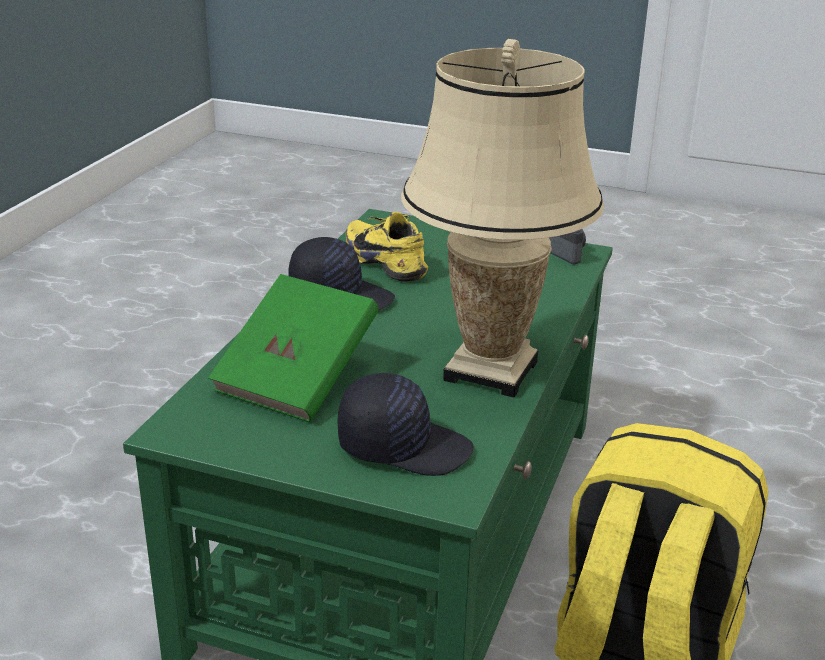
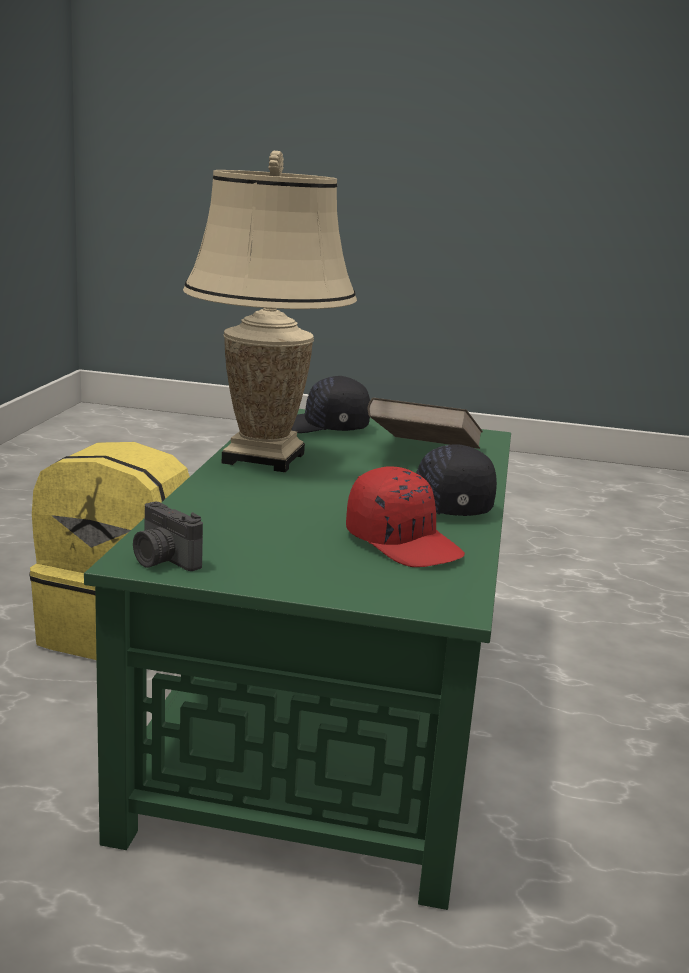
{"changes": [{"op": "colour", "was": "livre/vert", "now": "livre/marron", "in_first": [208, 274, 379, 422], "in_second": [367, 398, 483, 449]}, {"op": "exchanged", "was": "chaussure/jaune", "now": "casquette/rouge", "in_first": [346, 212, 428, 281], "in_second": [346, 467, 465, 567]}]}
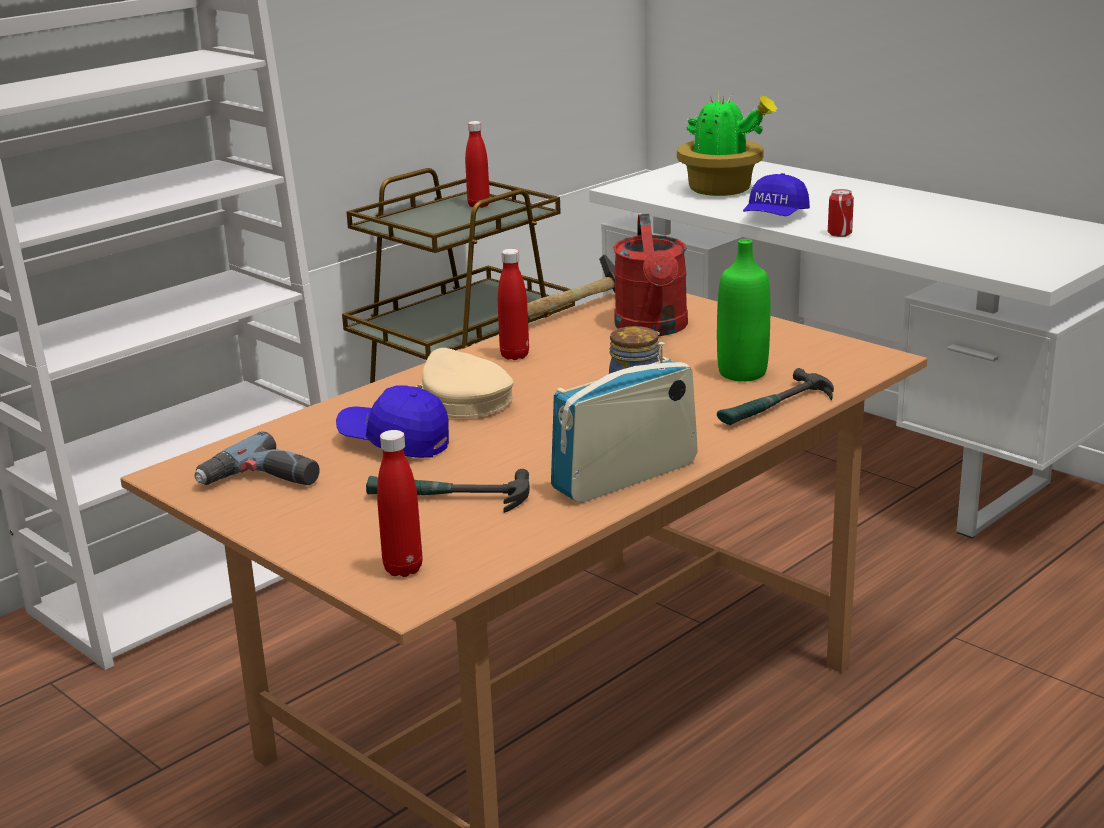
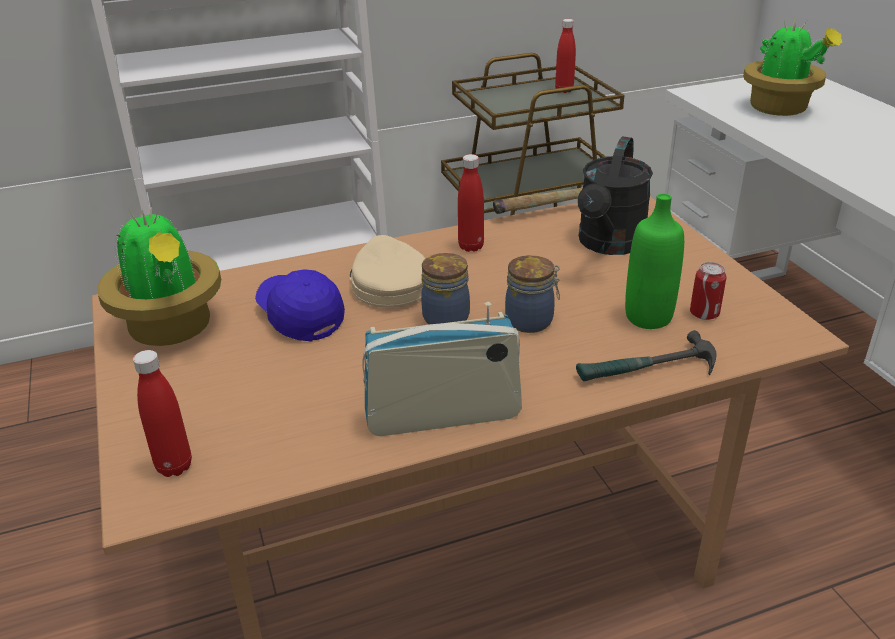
{"changes": [{"op": "exchanged", "was": "perceuse", "now": "plante en pot", "in_first": [195, 431, 320, 485], "in_second": [97, 204, 221, 346]}, {"op": "missing", "was": "marteau", "in_first": [366, 469, 530, 513]}, {"op": "colour", "was": "arrosoir/rouge", "now": "arrosoir/noir", "in_first": [613, 214, 688, 336], "in_second": [578, 136, 653, 255]}, {"op": "missing", "was": "casquette/bleu", "in_first": [743, 173, 810, 216]}, {"op": "relocated", "was": "boîte métallique", "in_first": [828, 189, 854, 237], "in_second": [690, 262, 726, 320]}, {"op": "appeared", "now": "bocal", "in_second": [421, 253, 470, 325]}]}
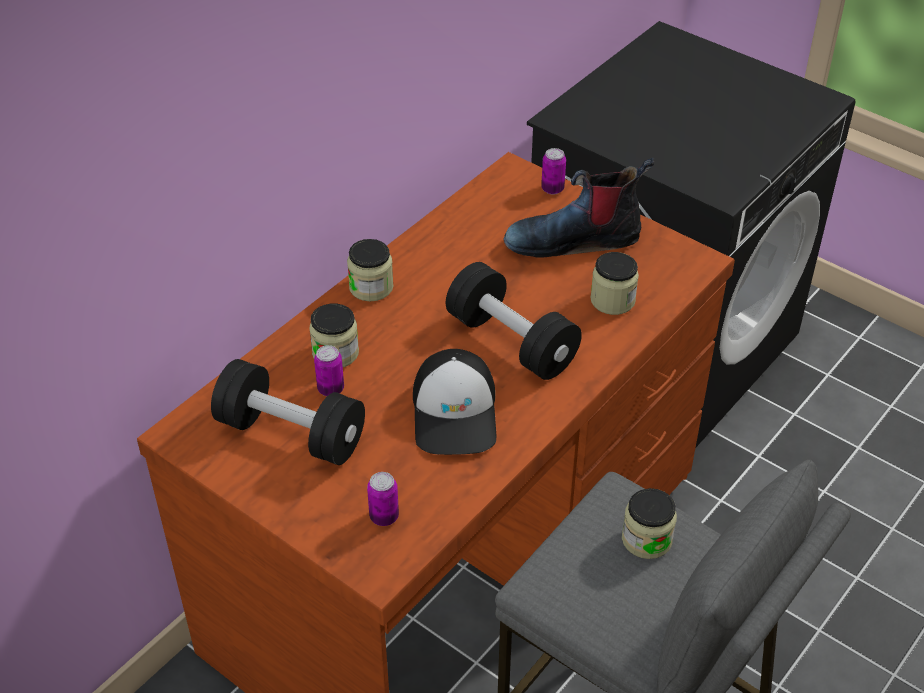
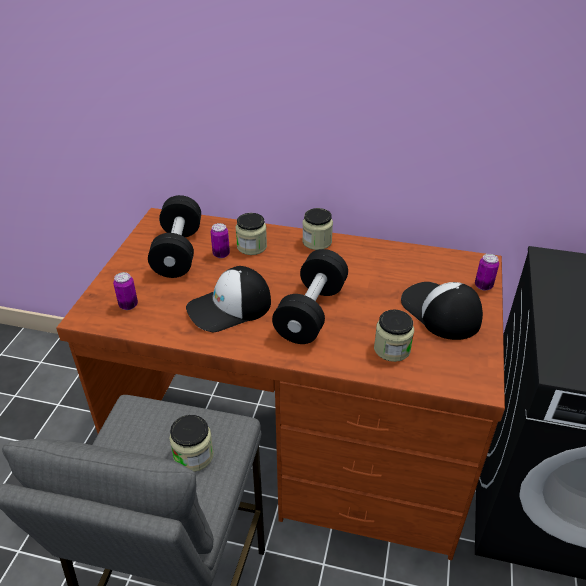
{"changes": [{"op": "exchanged", "was": "botte", "now": "casquette", "in_first": [504, 158, 655, 258], "in_second": [401, 282, 483, 340]}]}
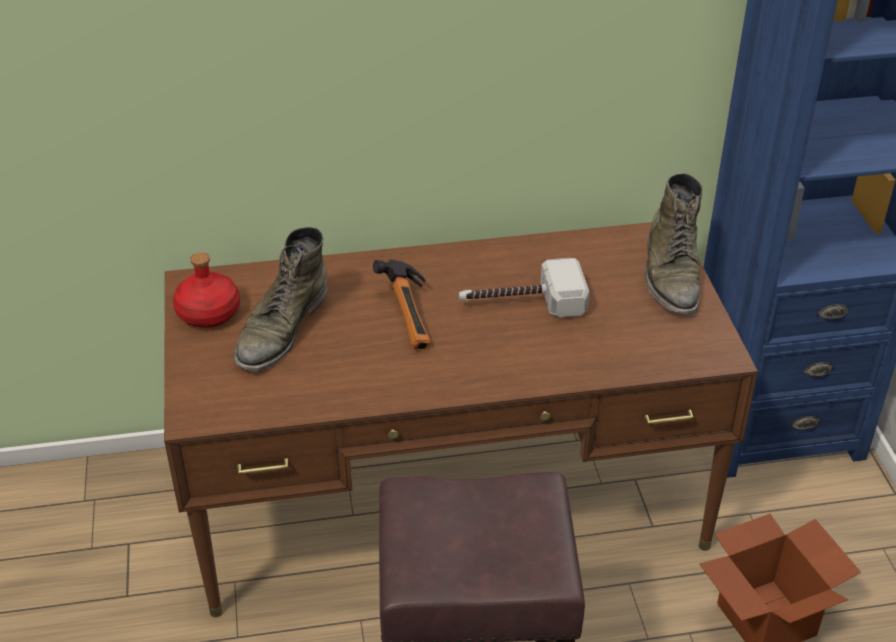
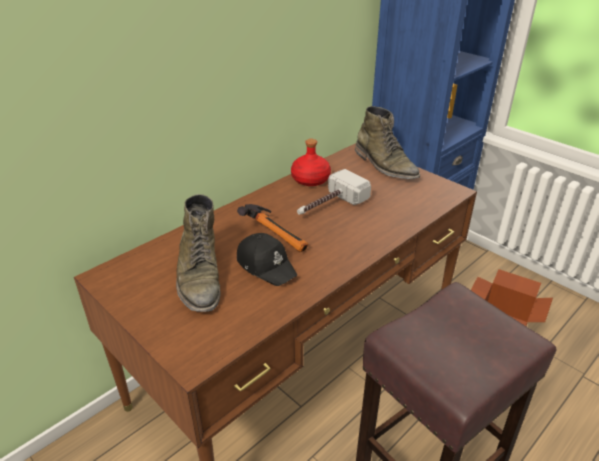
{"changes": [{"op": "relocated", "was": "bouteille/rouge", "in_first": [173, 252, 240, 328], "in_second": [291, 139, 331, 186]}, {"op": "appeared", "now": "casquette/noir", "in_second": [237, 233, 297, 286]}]}
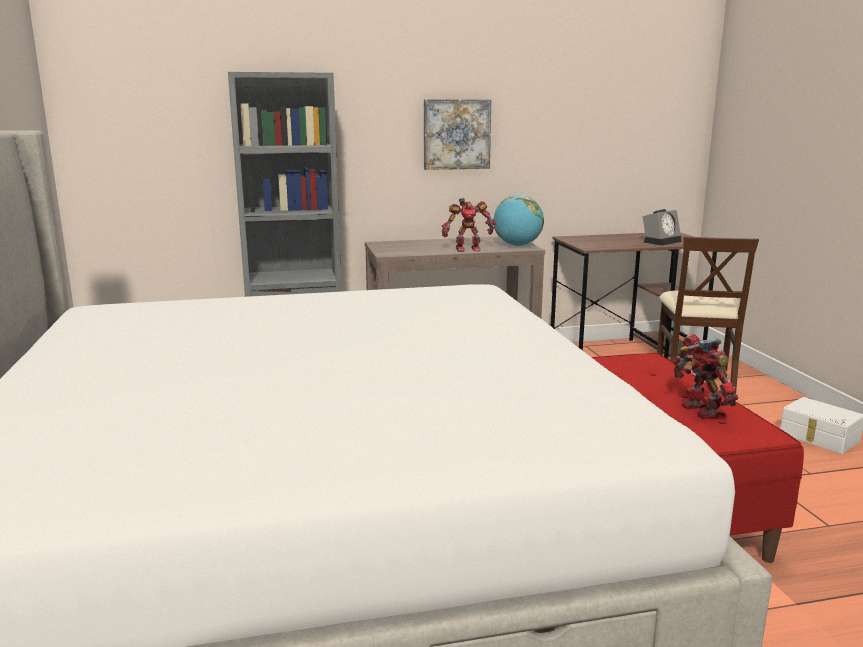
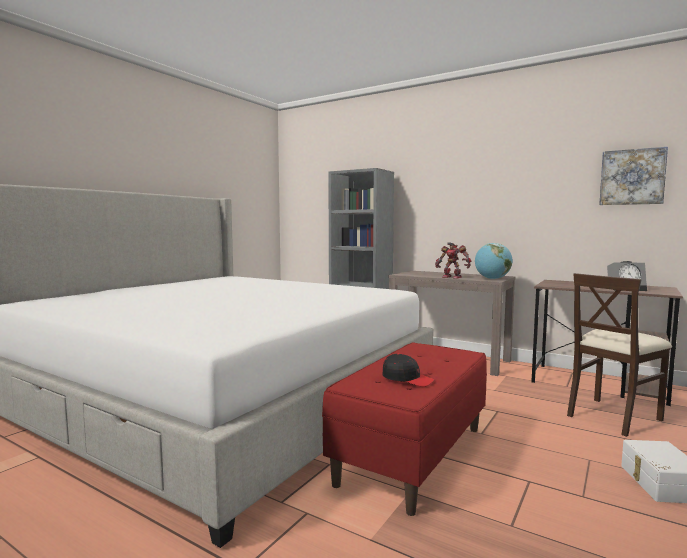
{"changes": [{"op": "relocated", "was": "tableau", "in_first": [424, 99, 491, 170], "in_second": [599, 147, 668, 205]}, {"op": "exchanged", "was": "robot jouet", "now": "casquette/noir", "in_first": [673, 334, 738, 419], "in_second": [382, 353, 435, 387]}]}
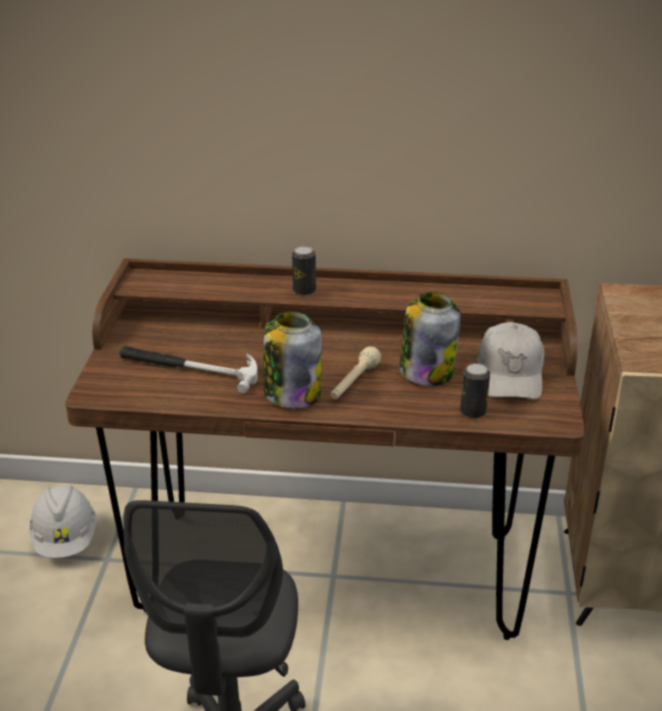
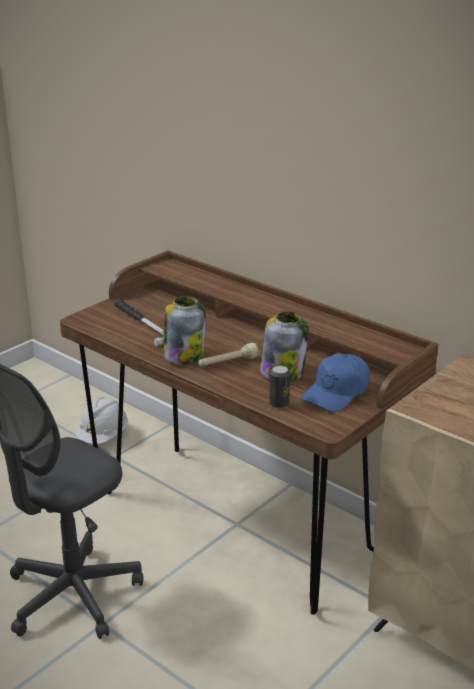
{"changes": [{"op": "missing", "was": "boîte métallique", "in_first": [292, 246, 316, 296]}, {"op": "colour", "was": "casquette/blanc", "now": "casquette/bleu", "in_first": [477, 322, 545, 399], "in_second": [301, 353, 370, 412]}]}
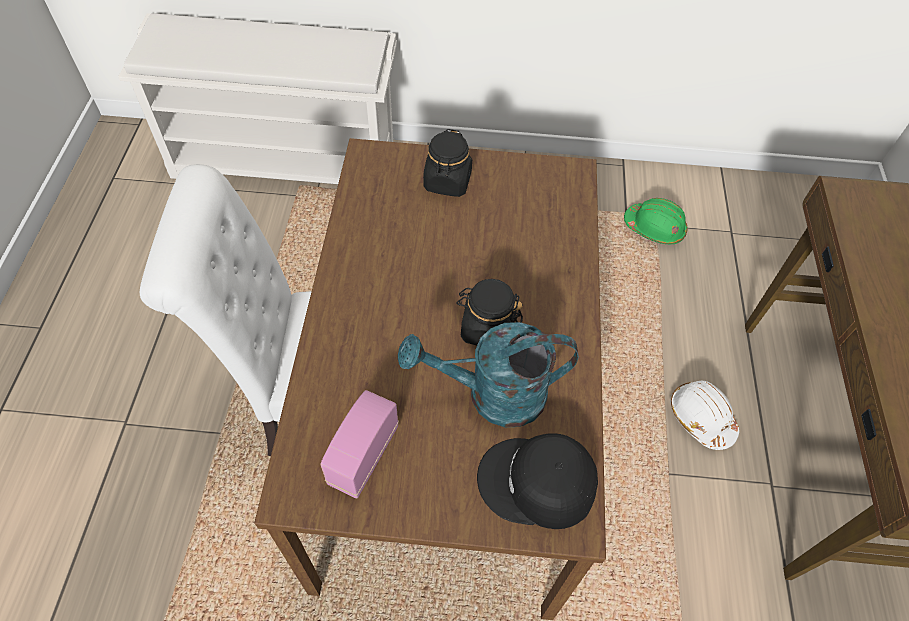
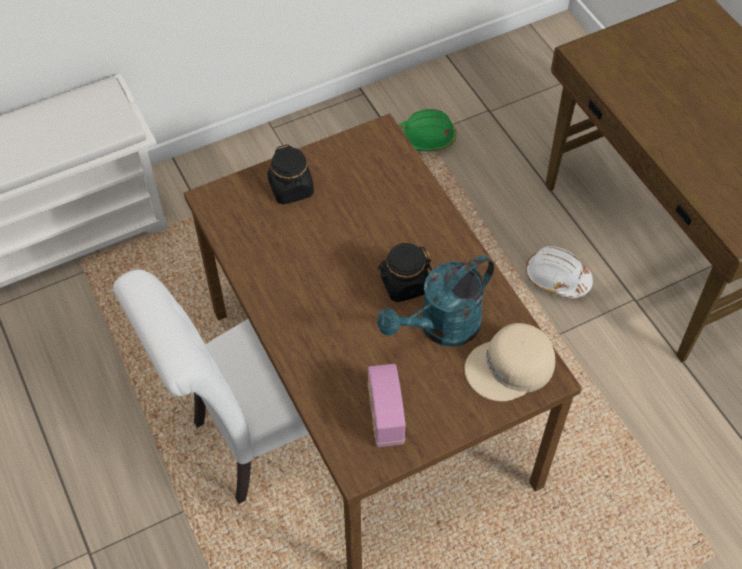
{"changes": [{"op": "colour", "was": "casquette/noir", "now": "casquette/beige", "in_first": [477, 433, 598, 529], "in_second": [464, 323, 555, 401]}]}
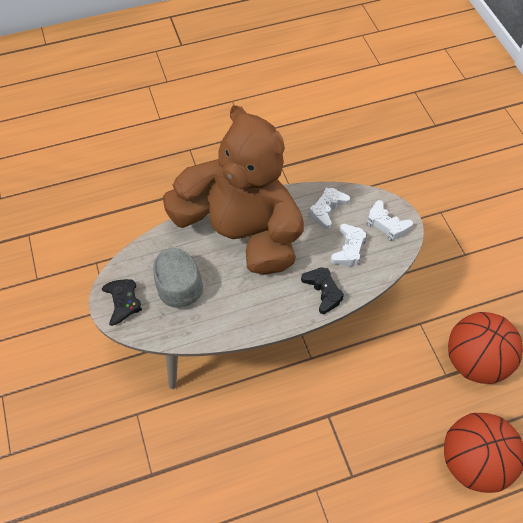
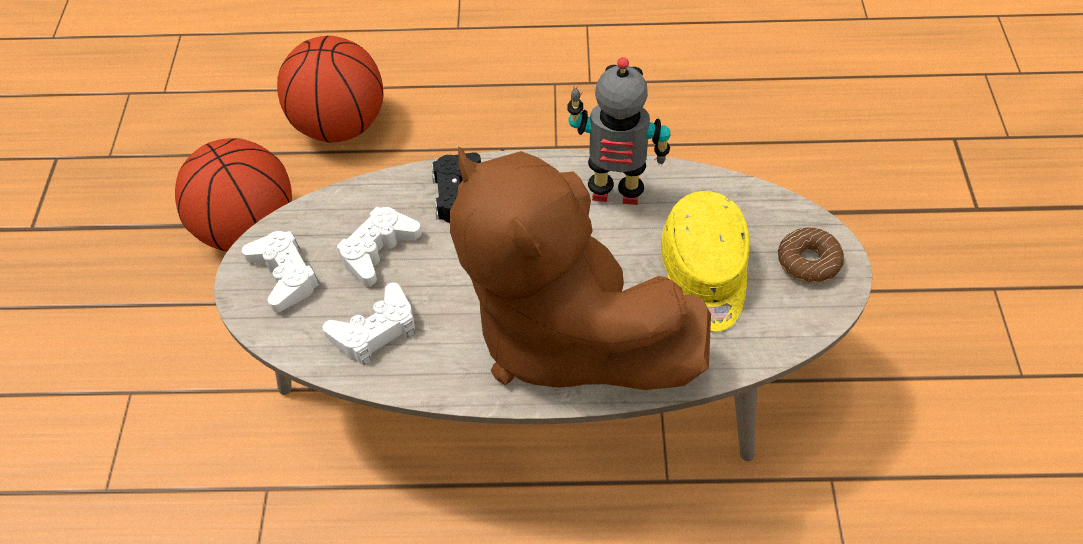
{"changes": [{"op": "exchanged", "was": "manette/noir", "now": "beignet", "in_first": [102, 279, 142, 326], "in_second": [778, 228, 844, 284]}, {"op": "colour", "was": "casquette/gris", "now": "casquette/jaune", "in_first": [153, 248, 203, 308], "in_second": [661, 191, 750, 332]}, {"op": "appeared", "now": "robot jouet", "in_second": [567, 57, 671, 205]}]}
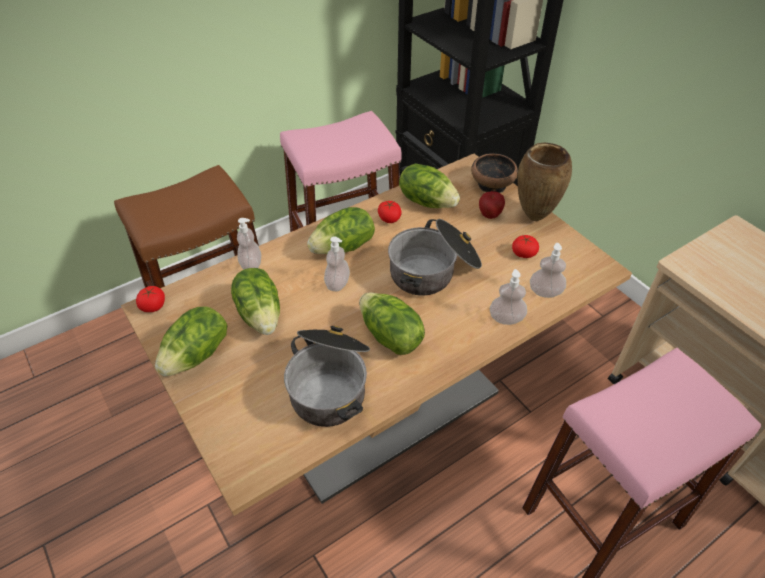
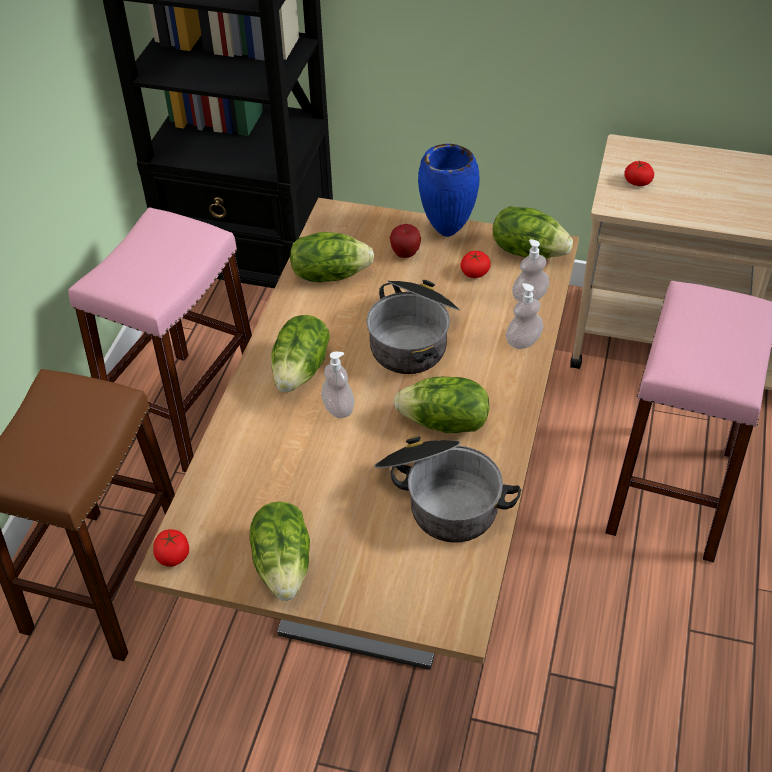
{"changes": [{"op": "relocated", "was": "laitue", "in_first": [231, 268, 280, 335], "in_second": [493, 206, 573, 259]}, {"op": "missing", "was": "distributeur de savon", "in_first": [237, 218, 261, 270]}, {"op": "relocated", "was": "tomate", "in_first": [378, 201, 401, 223], "in_second": [624, 161, 654, 186]}, {"op": "missing", "was": "bol", "in_first": [471, 153, 518, 193]}, {"op": "colour", "was": "vase/marron", "now": "vase/bleu", "in_first": [517, 143, 572, 221], "in_second": [418, 144, 479, 237]}]}
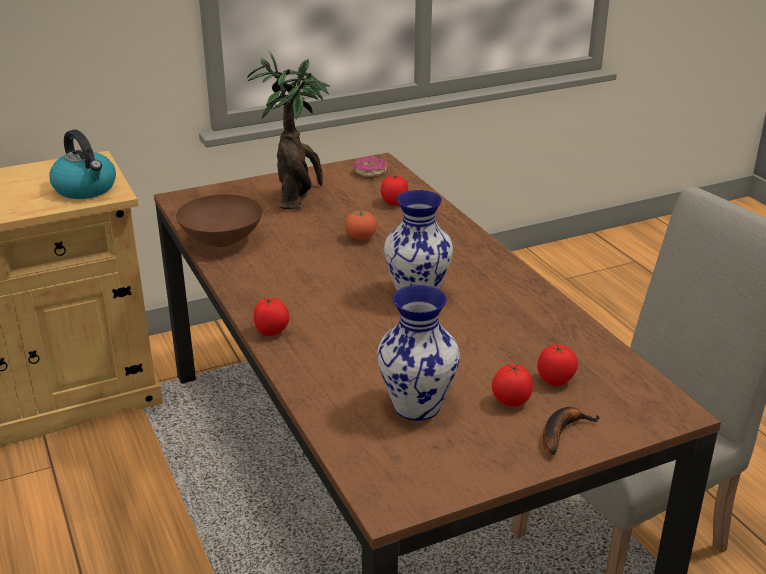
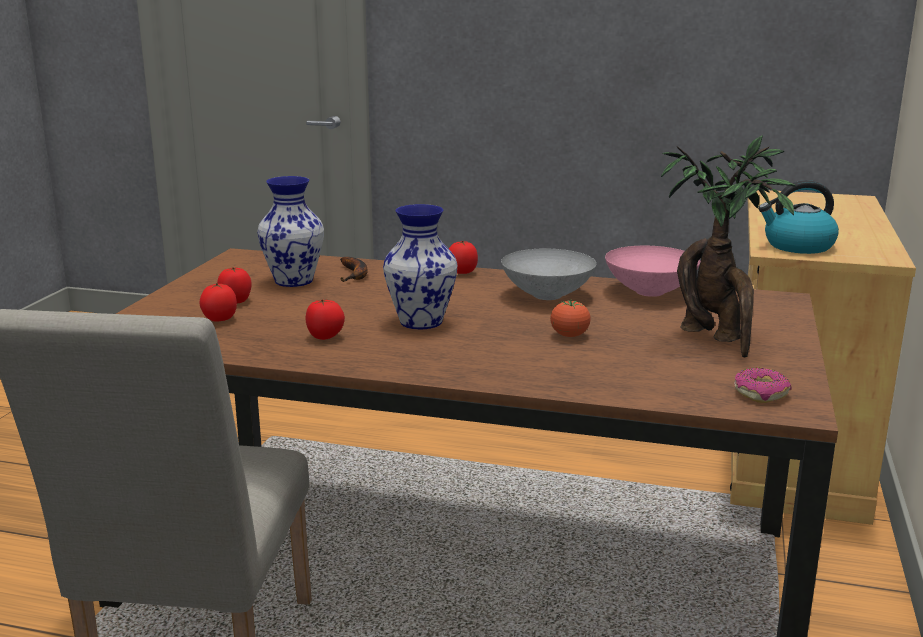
{"changes": [{"op": "colour", "was": "bol/marron", "now": "bol/rose", "in_first": [176, 194, 263, 247], "in_second": [605, 246, 700, 297]}, {"op": "relocated", "was": "tomate", "in_first": [381, 176, 408, 206], "in_second": [306, 299, 345, 340]}, {"op": "relocated", "was": "banane", "in_first": [543, 407, 600, 455], "in_second": [340, 257, 368, 282]}, {"op": "appeared", "now": "bol/gris", "in_second": [501, 248, 596, 300]}]}
